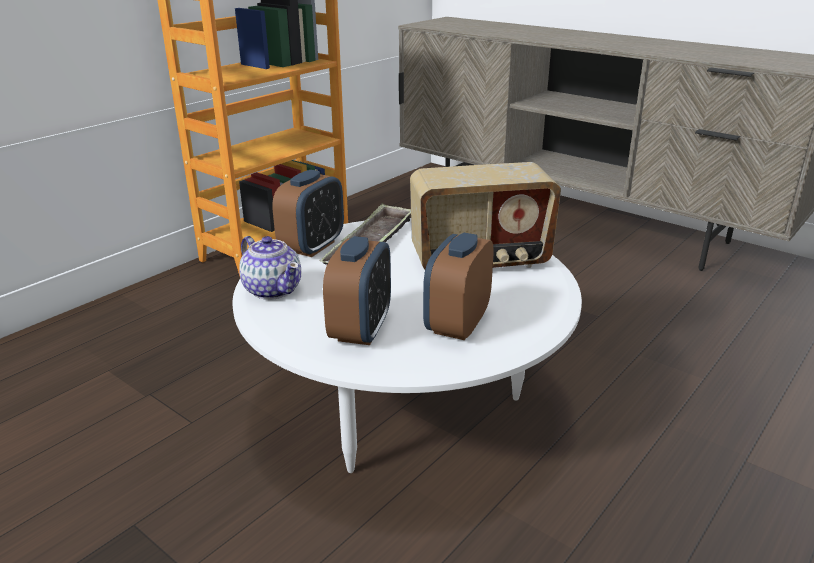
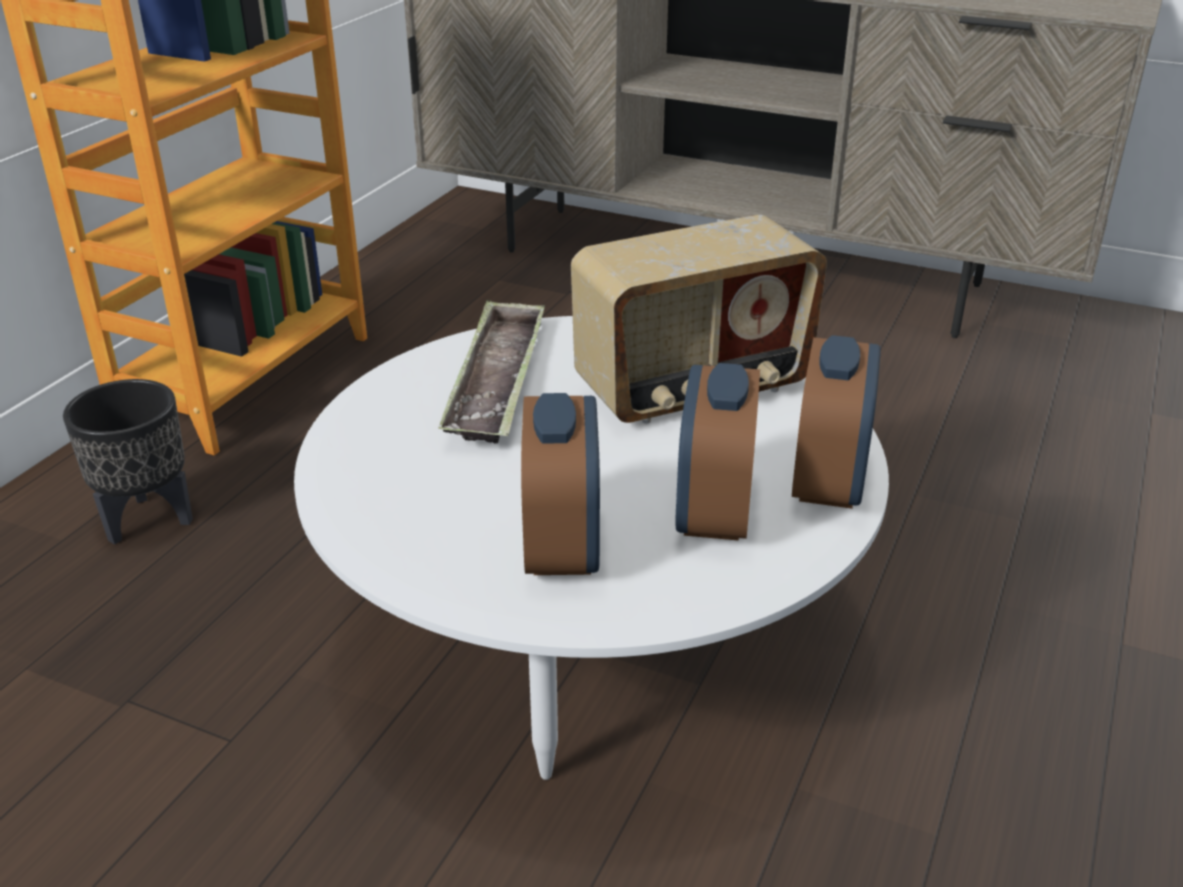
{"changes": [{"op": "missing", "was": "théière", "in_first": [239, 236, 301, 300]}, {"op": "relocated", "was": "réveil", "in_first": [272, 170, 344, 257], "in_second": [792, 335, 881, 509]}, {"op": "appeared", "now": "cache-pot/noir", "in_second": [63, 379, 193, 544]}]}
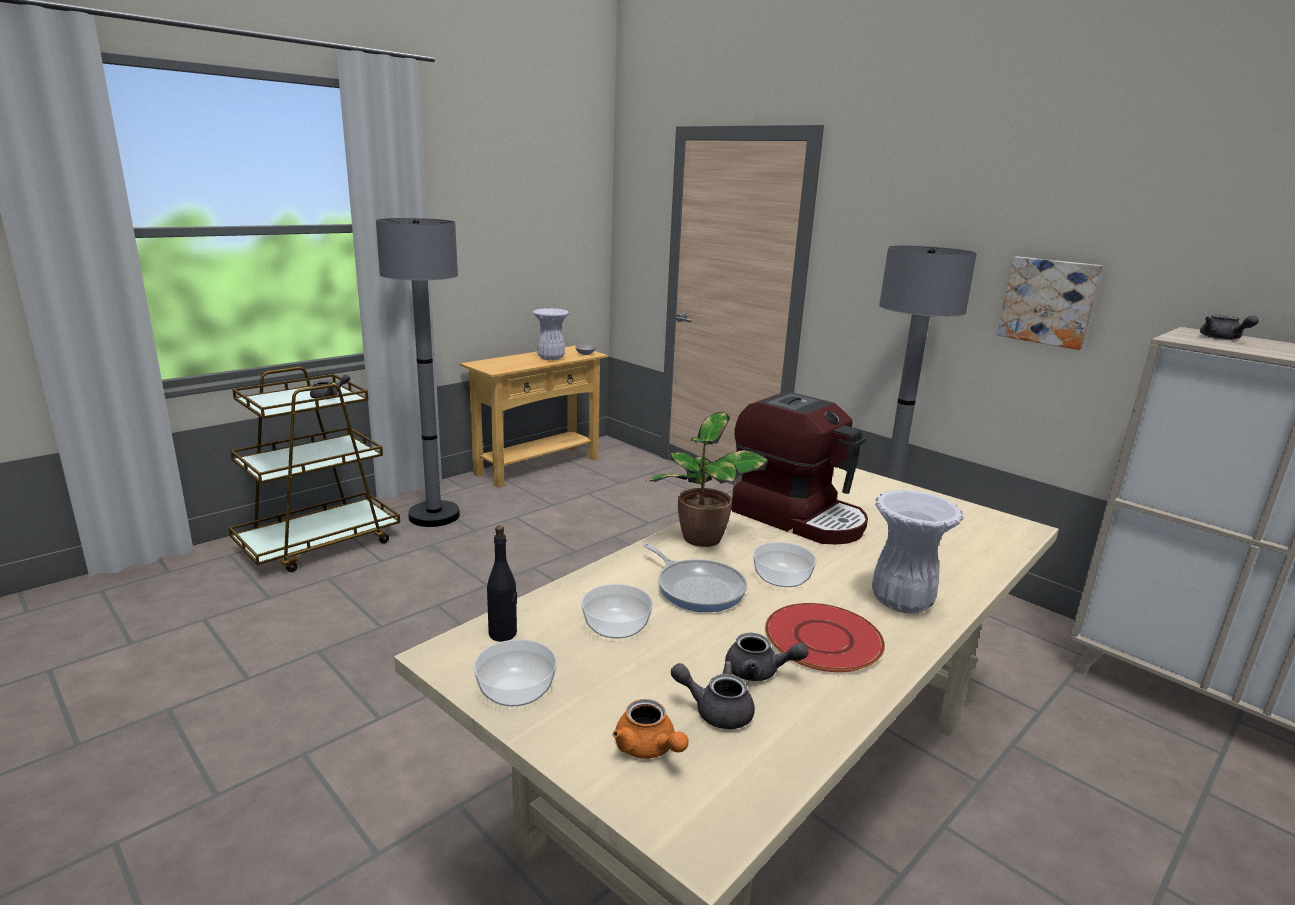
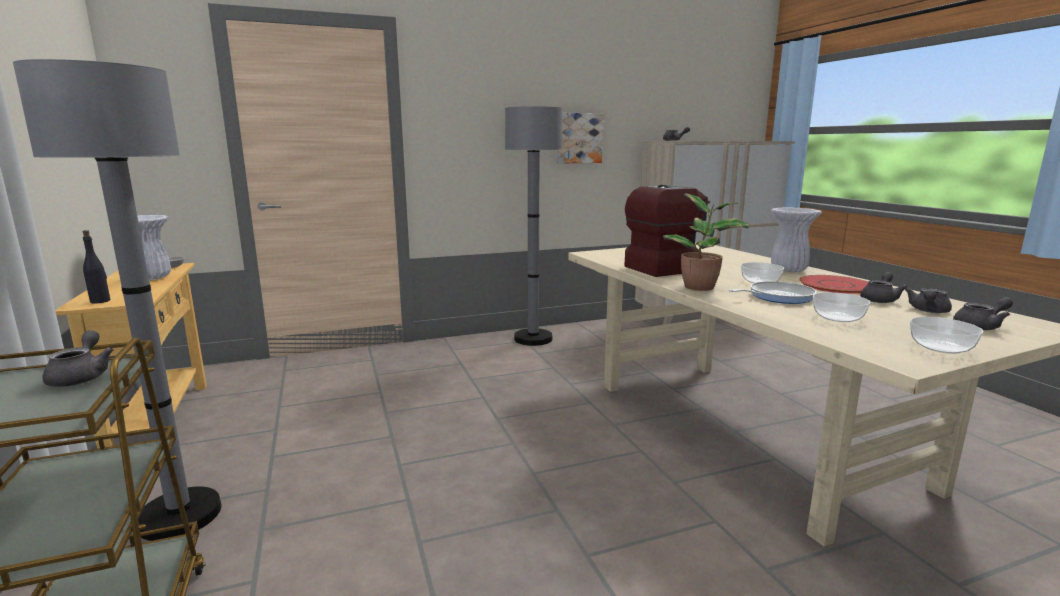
{"changes": [{"op": "relocated", "was": "bouteille/noir", "in_first": [487, 525, 517, 641], "in_second": [83, 230, 110, 304]}, {"op": "colour", "was": "théière/orange", "now": "théière/gris", "in_first": [613, 699, 689, 759], "in_second": [953, 297, 1013, 330]}]}
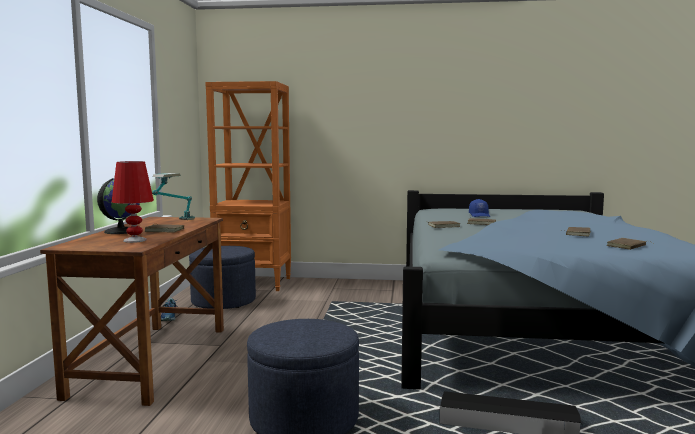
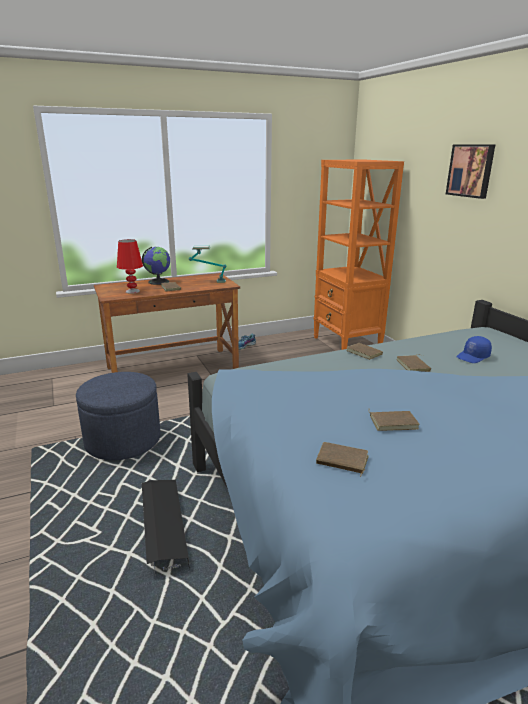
{"changes": [{"op": "missing", "was": "pouf/bleu", "in_first": [189, 246, 256, 309]}, {"op": "appeared", "now": "tableau", "in_second": [446, 144, 496, 199]}]}
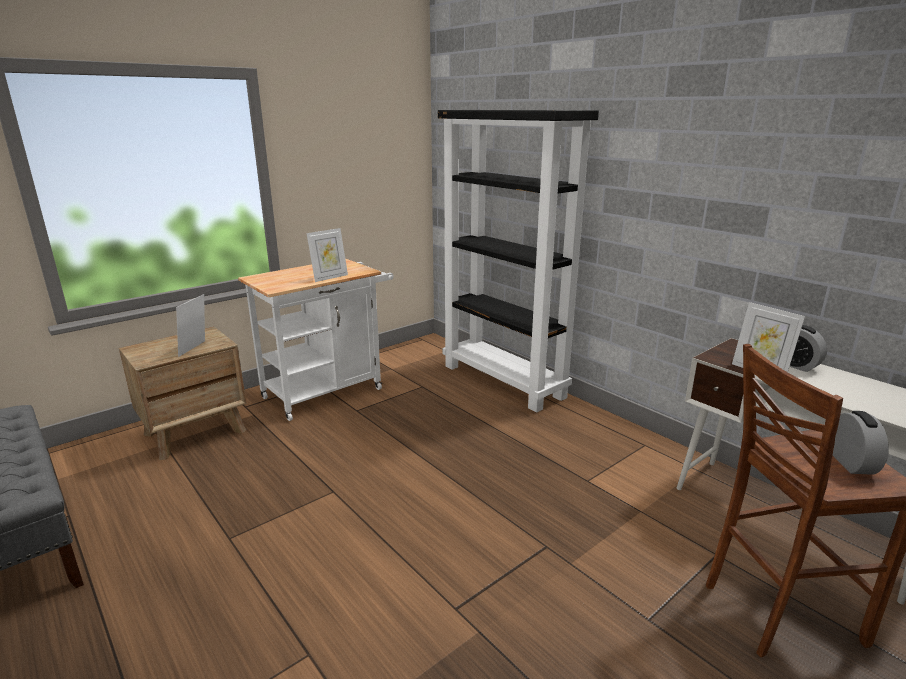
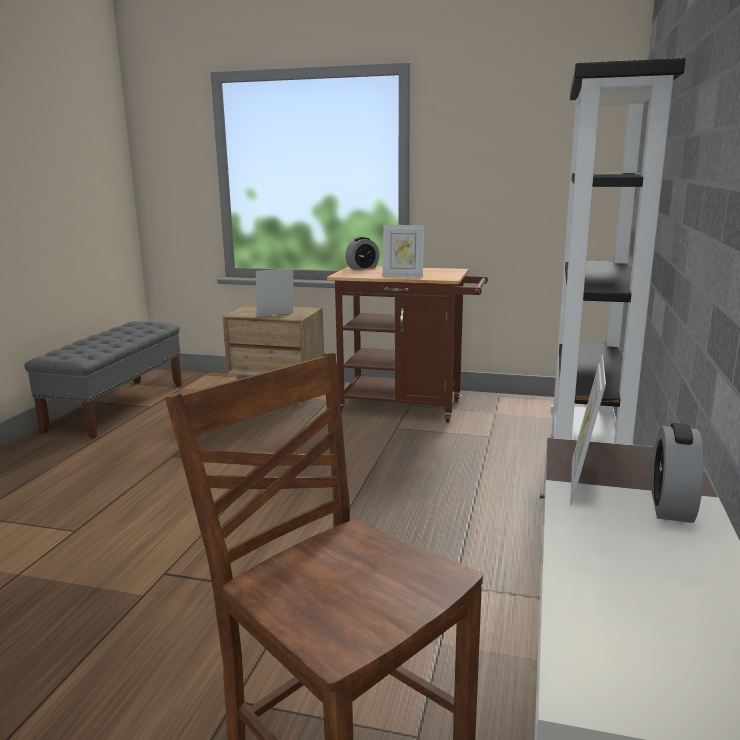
{"changes": [{"op": "colour", "was": "chariot/blanc", "now": "chariot/marron", "in_first": [238, 258, 394, 421], "in_second": [327, 266, 488, 422]}, {"op": "relocated", "was": "réveil", "in_first": [833, 411, 889, 475], "in_second": [345, 237, 380, 270]}]}
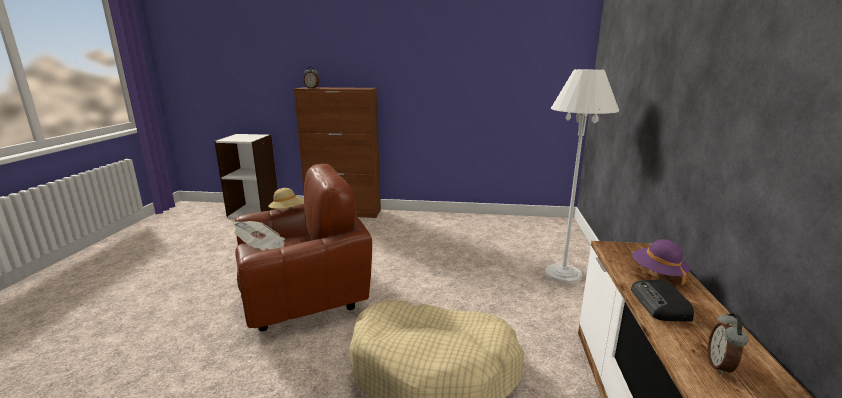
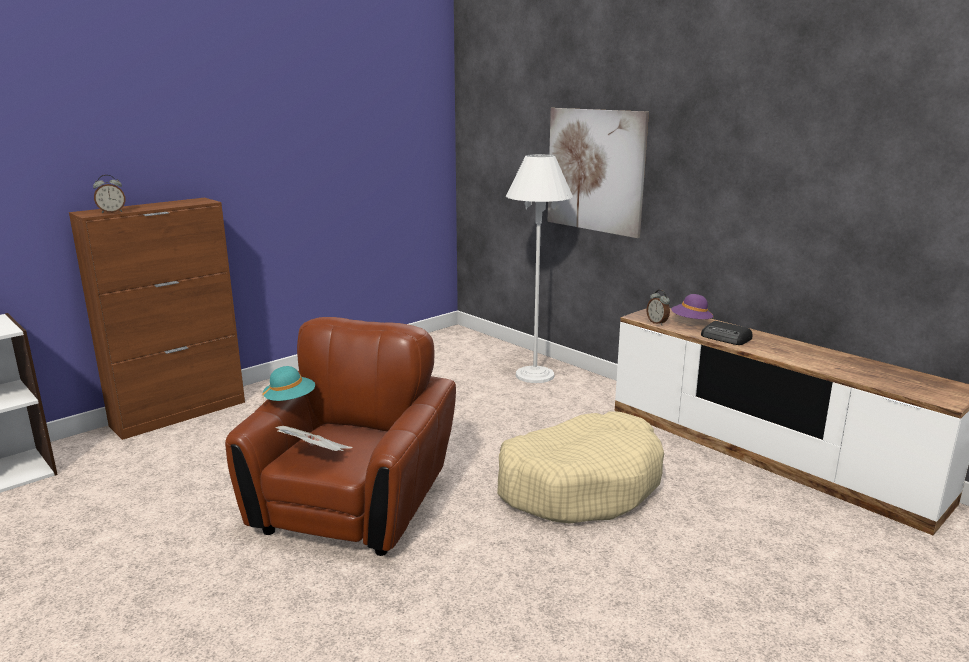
{"changes": [{"op": "colour", "was": "chapeau/beige", "now": "chapeau/turquoise", "in_first": [268, 188, 304, 209], "in_second": [263, 366, 315, 405]}, {"op": "relocated", "was": "réveil", "in_first": [708, 313, 748, 375], "in_second": [646, 290, 670, 326]}, {"op": "appeared", "now": "tableau", "in_second": [547, 108, 649, 238]}]}
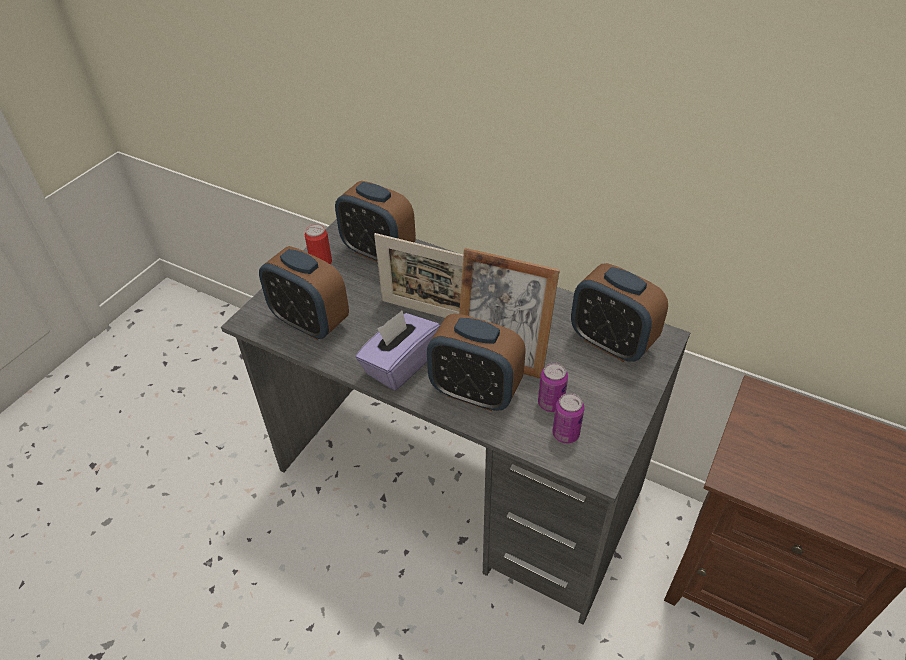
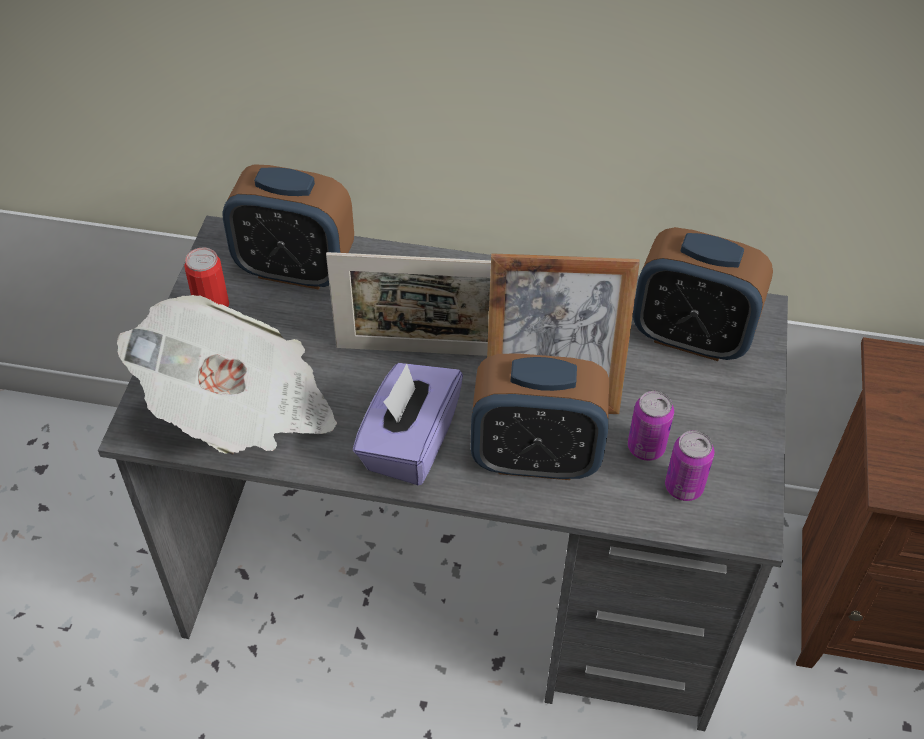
{"changes": [{"op": "exchanged", "was": "réveil", "now": "journal", "in_first": [259, 246, 349, 340], "in_second": [117, 295, 337, 455]}]}
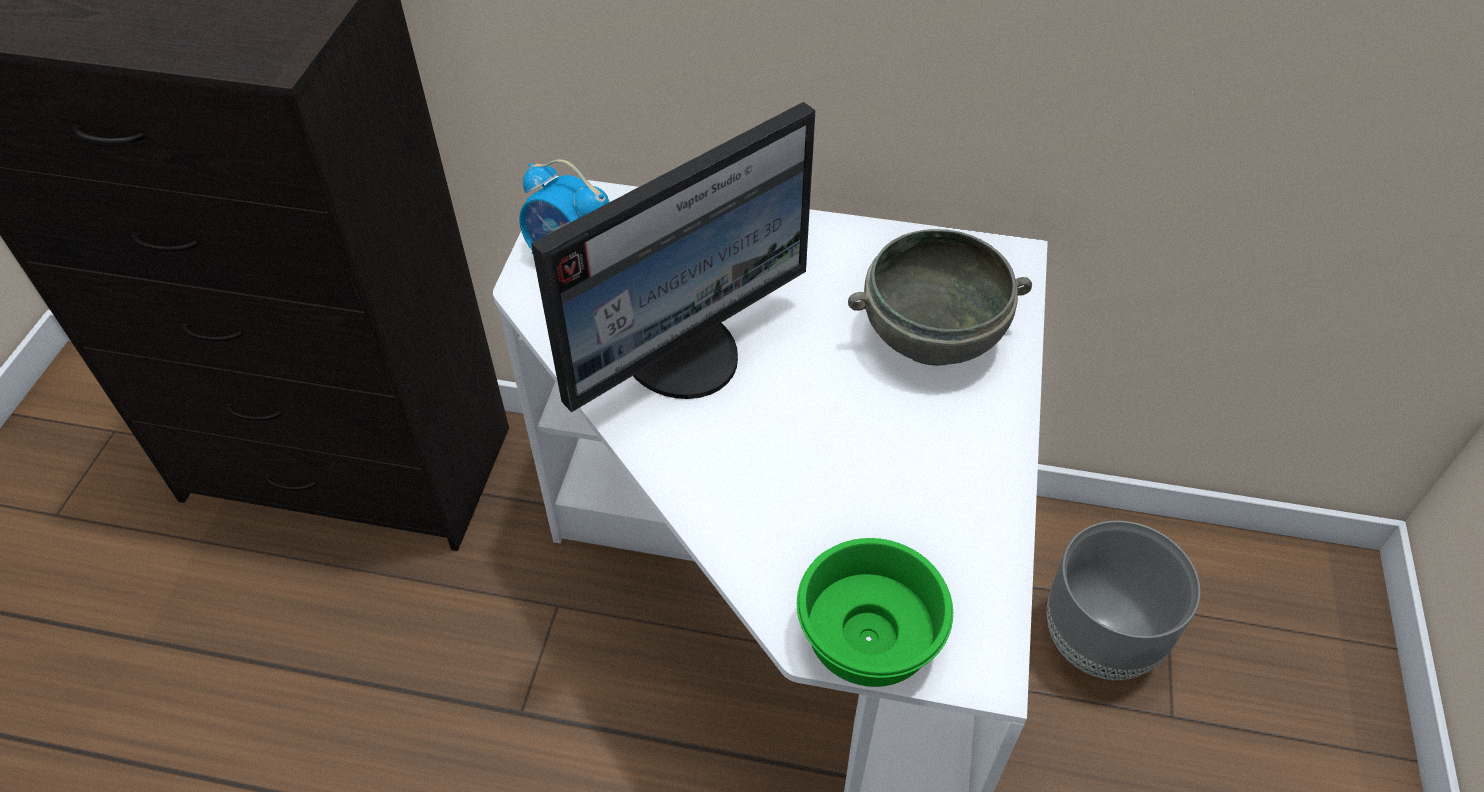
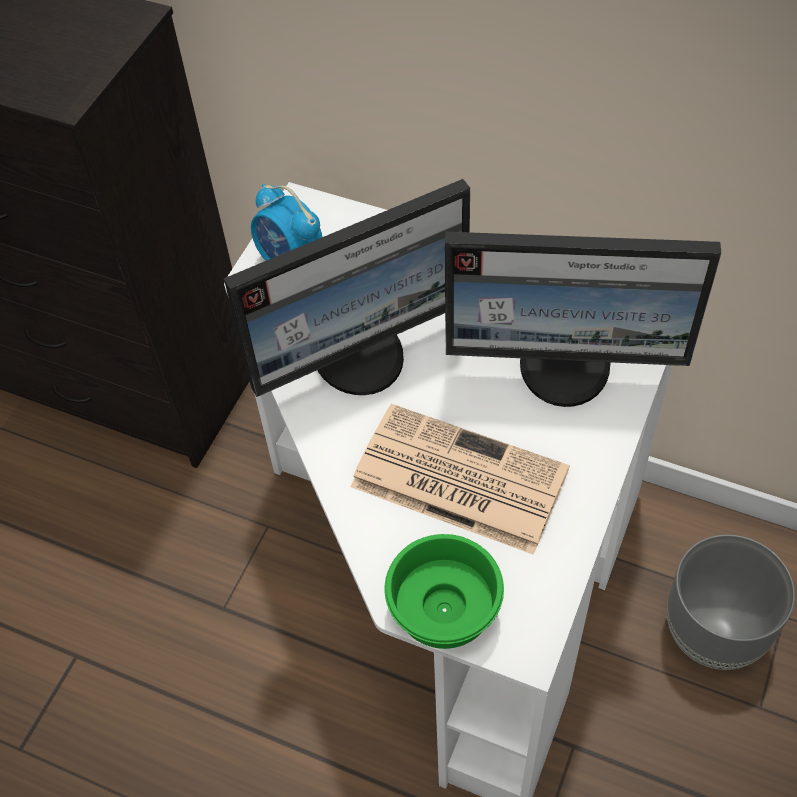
{"changes": [{"op": "exchanged", "was": "bol/gris", "now": "écran d'ordinateur", "in_first": [848, 229, 1032, 366], "in_second": [445, 232, 721, 407]}, {"op": "appeared", "now": "journal", "in_second": [350, 404, 570, 555]}]}
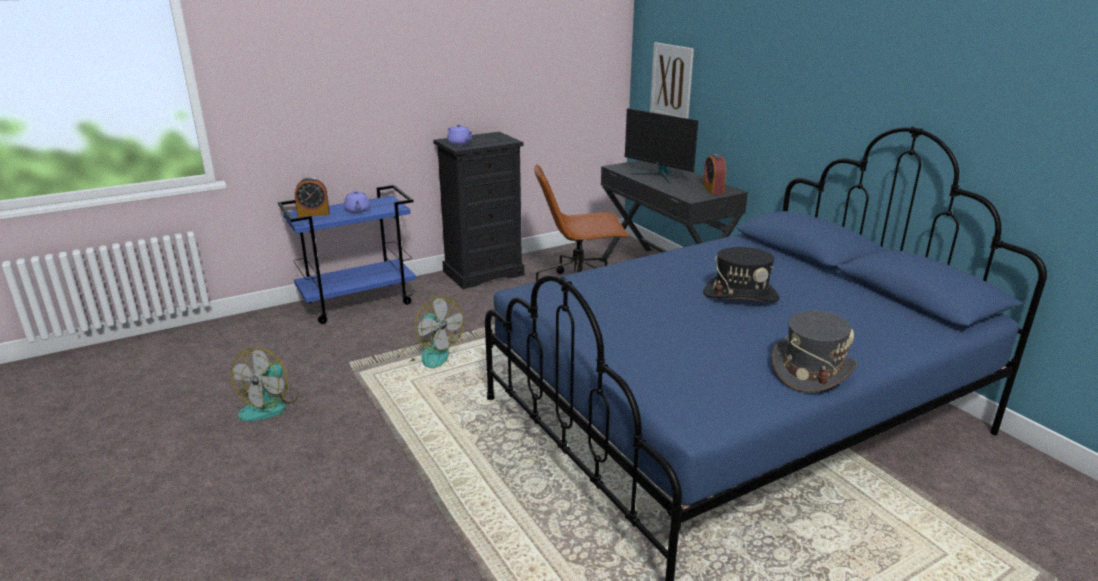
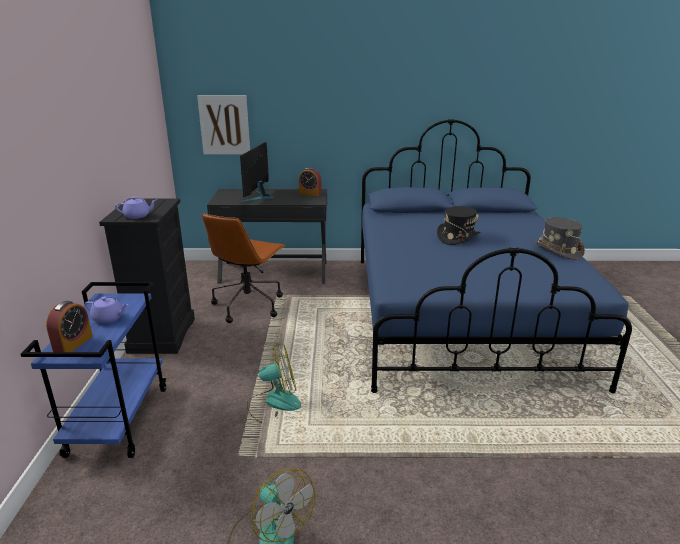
{"changes": [{"op": "spun", "was": "écran d'ordinateur", "in_first": [624, 108, 699, 184], "in_second": [240, 142, 274, 202], "clockwise": 120}]}
